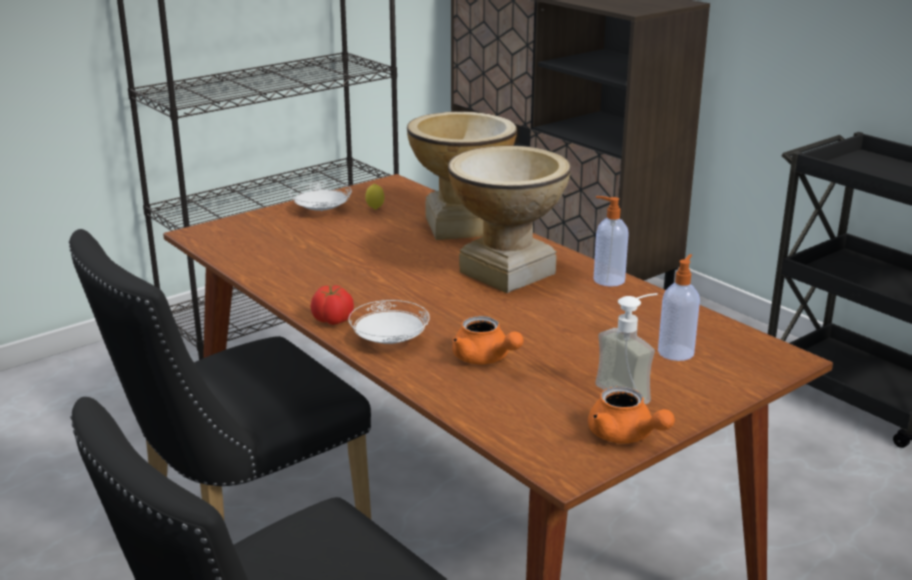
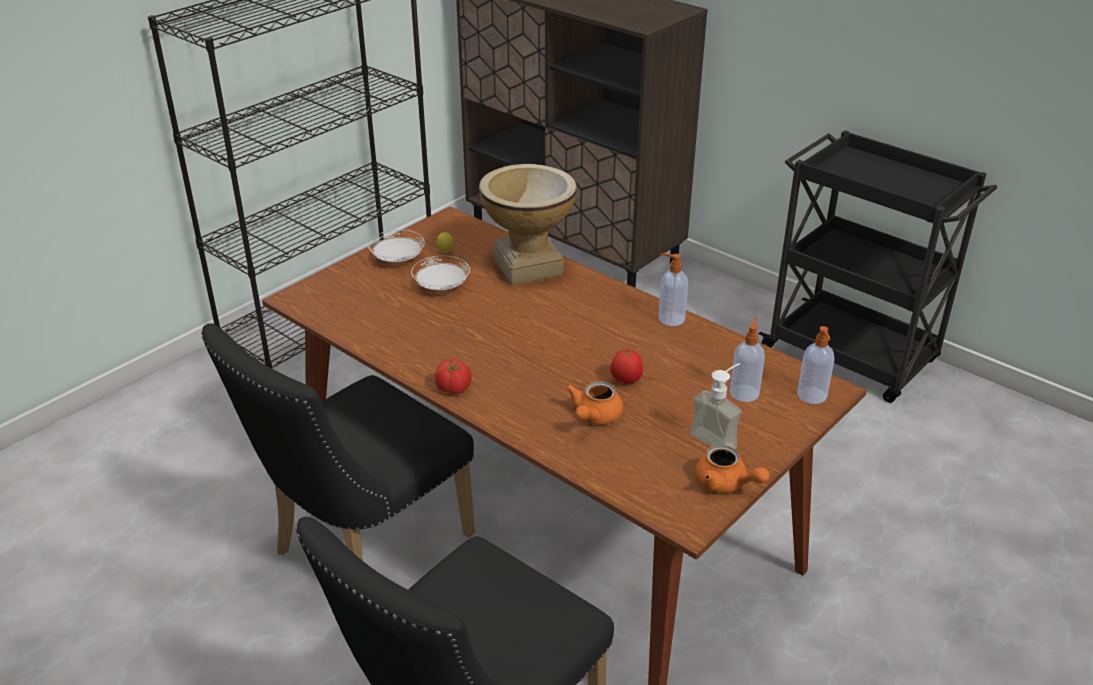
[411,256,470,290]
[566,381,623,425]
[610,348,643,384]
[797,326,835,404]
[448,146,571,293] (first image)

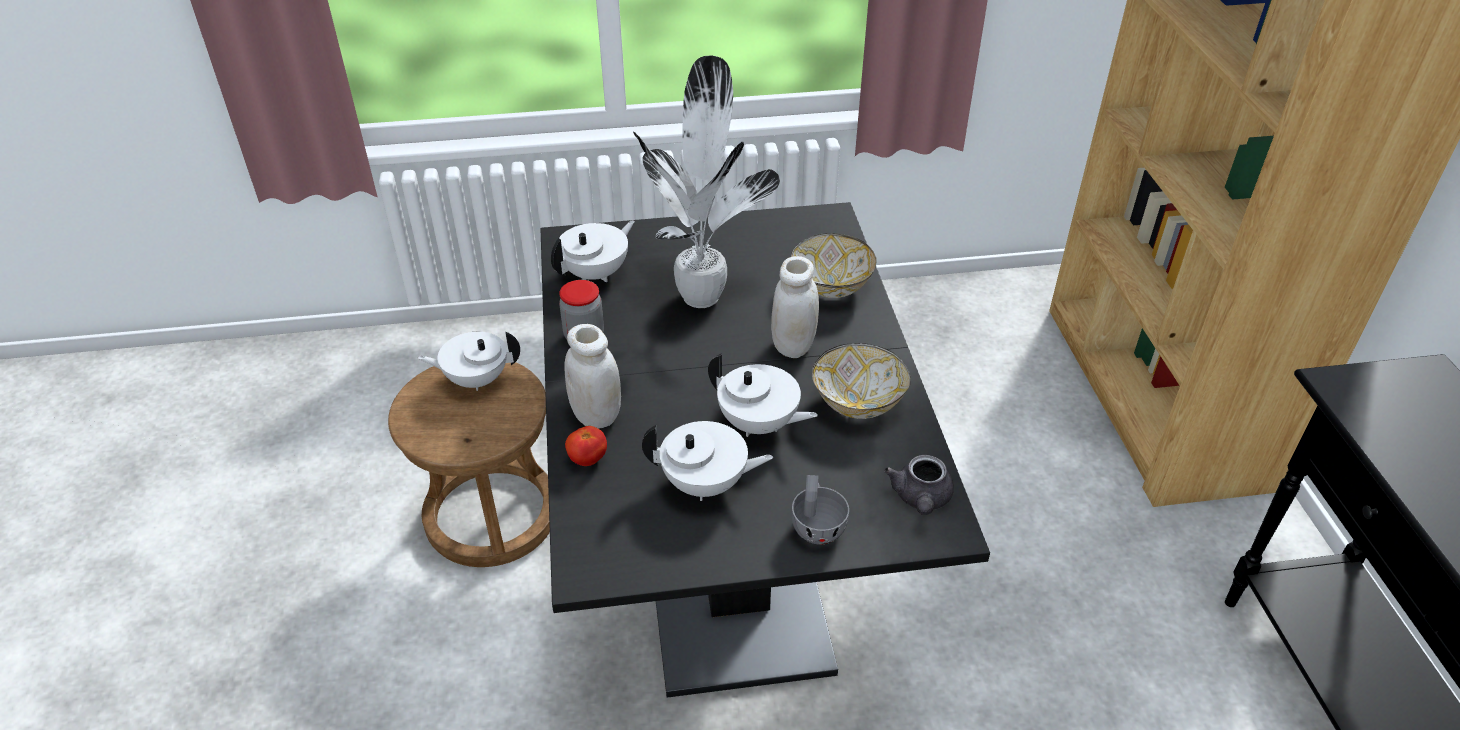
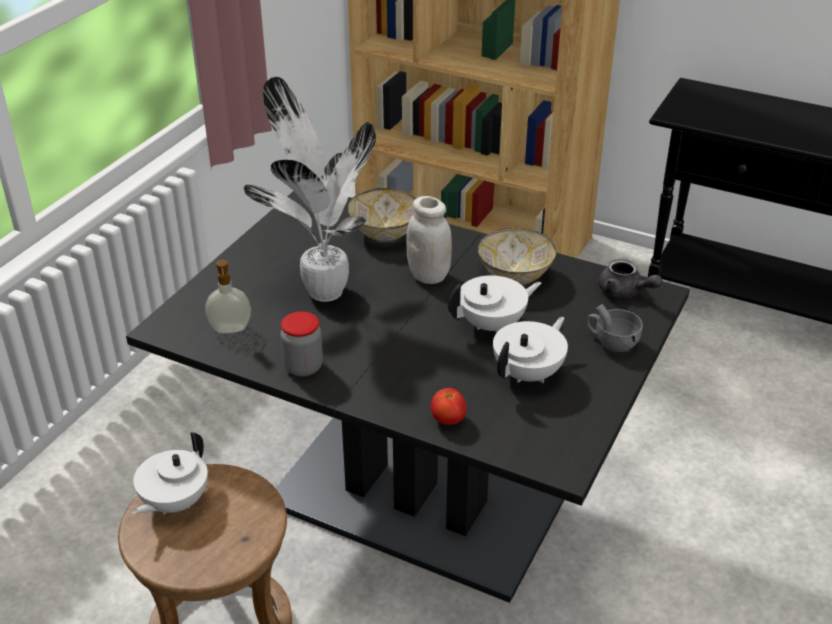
[205,260,251,333]
[564,324,621,429] (first image)

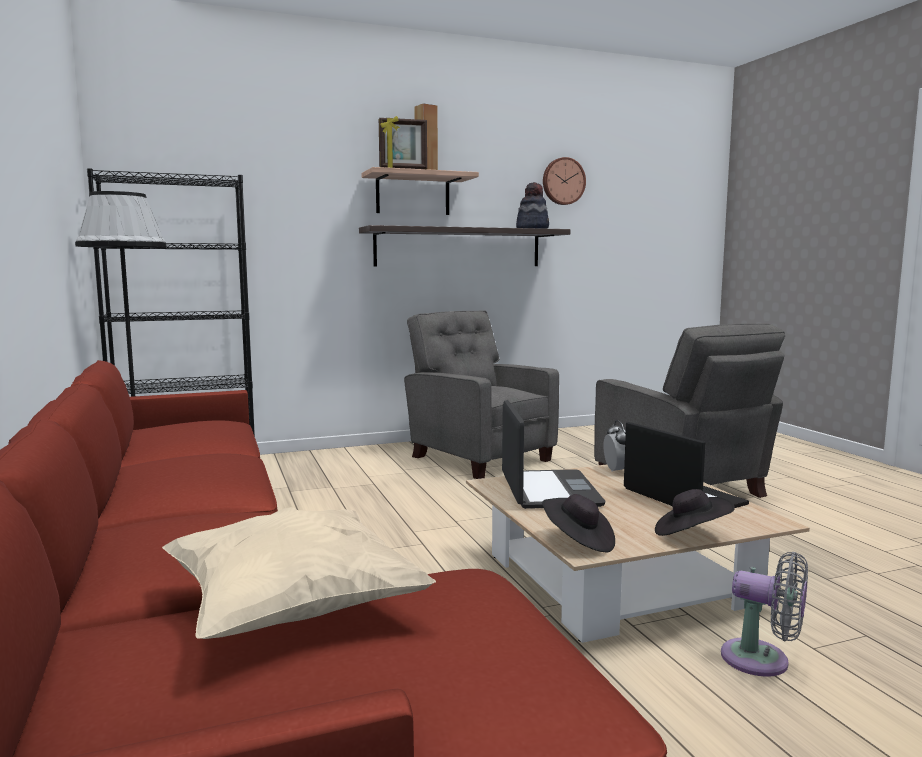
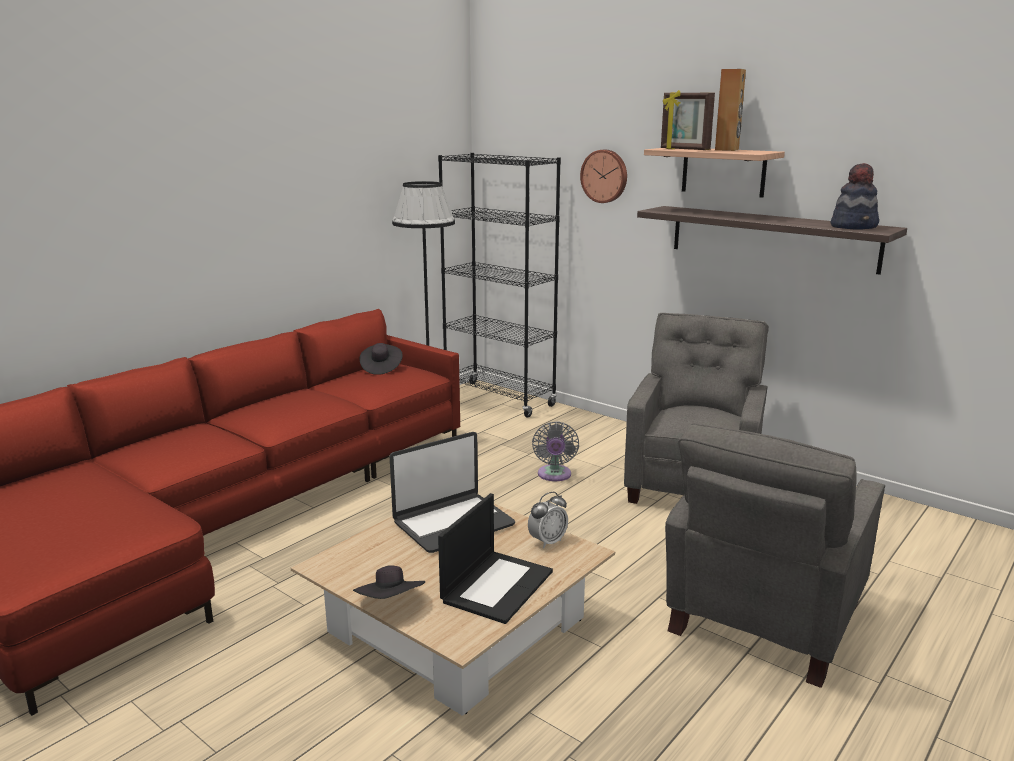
[360,343,403,375]
[532,421,579,481]
[580,150,627,203]
[162,507,436,639] (first image)

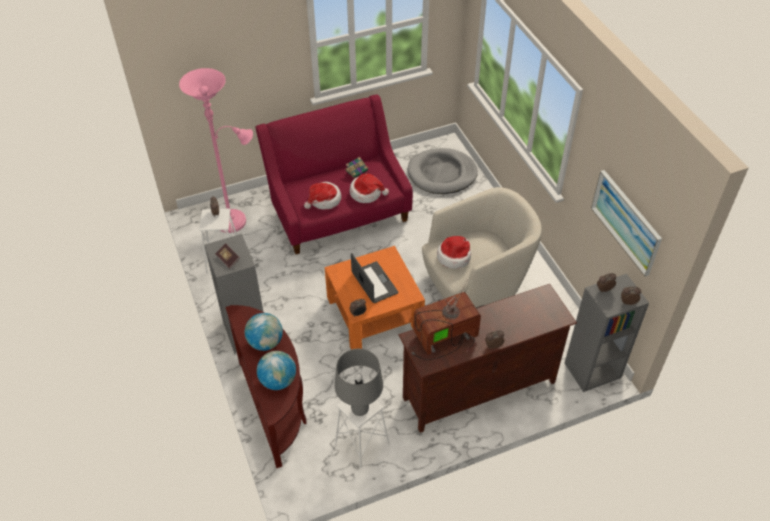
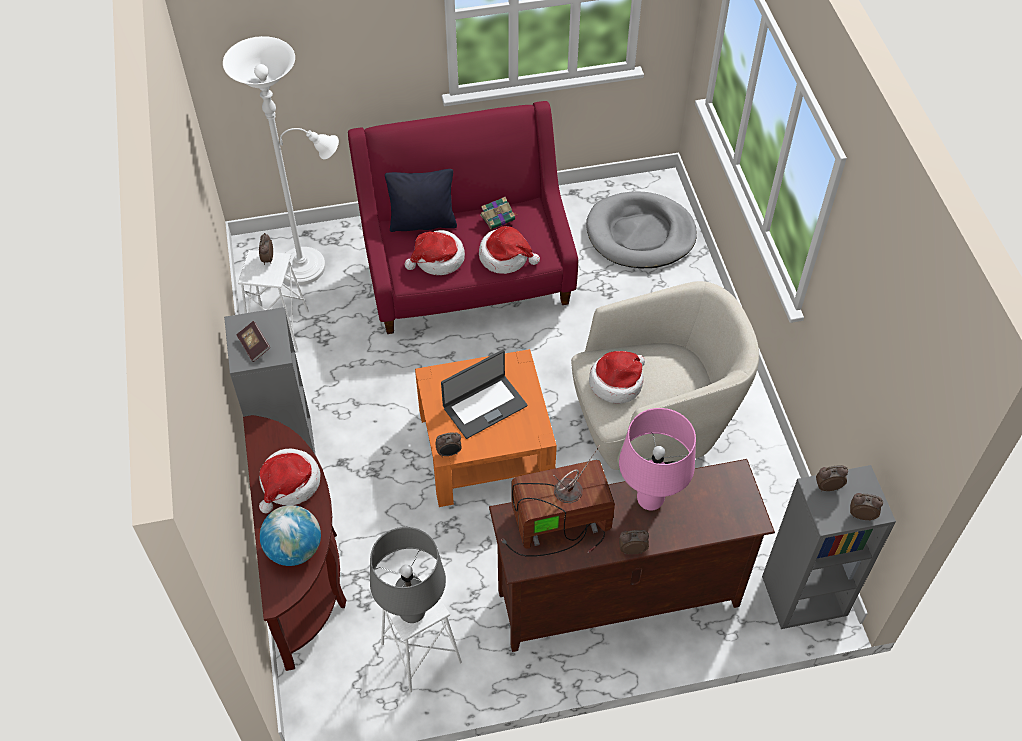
[223,36,339,285]
[259,449,320,513]
[385,169,457,232]
[441,350,528,439]
[619,408,696,510]
[591,170,662,277] (first image)

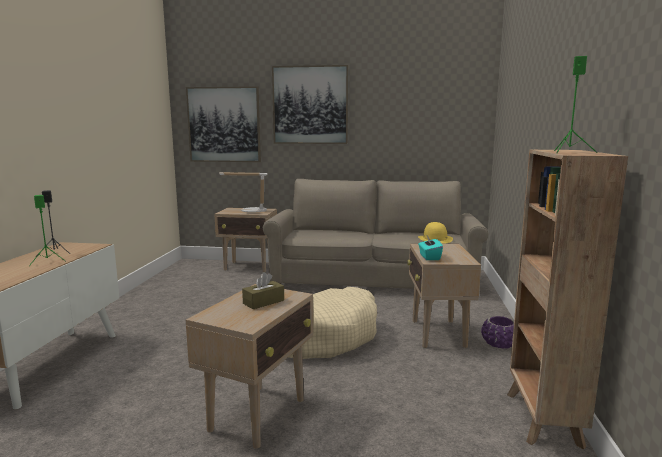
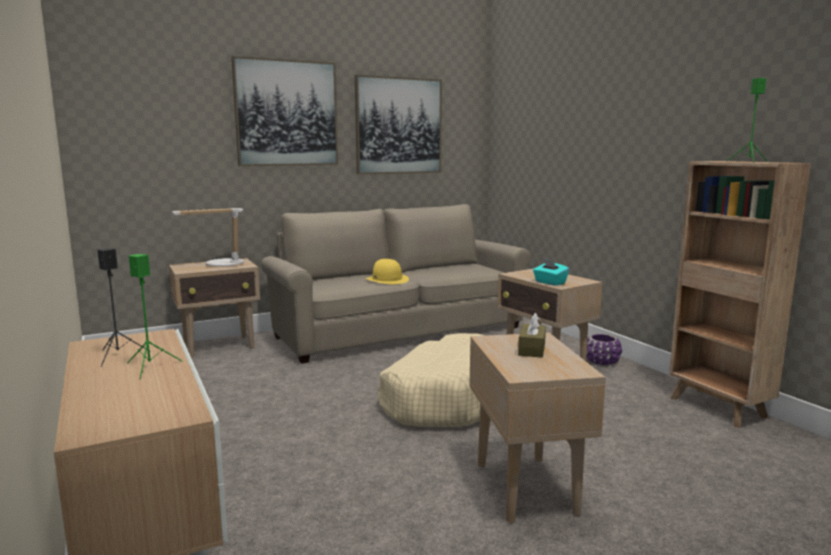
[355,75,442,174]
[366,259,409,284]

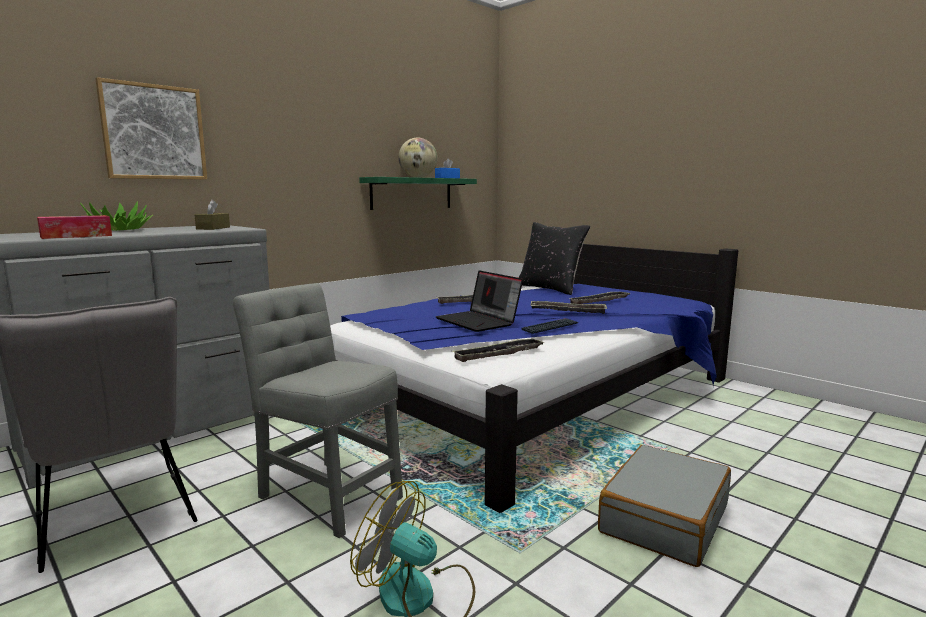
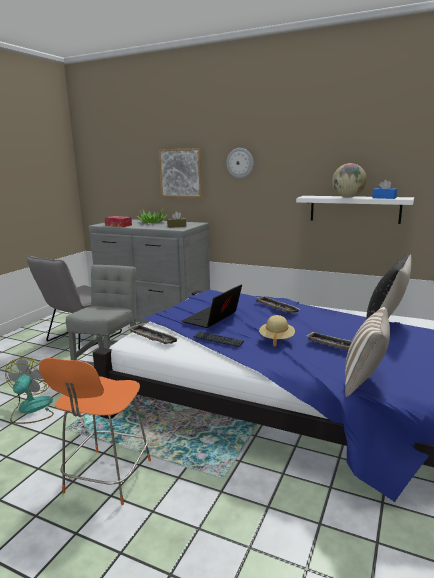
[39,358,151,505]
[226,148,254,178]
[259,315,295,346]
[296,196,414,224]
[345,307,390,397]

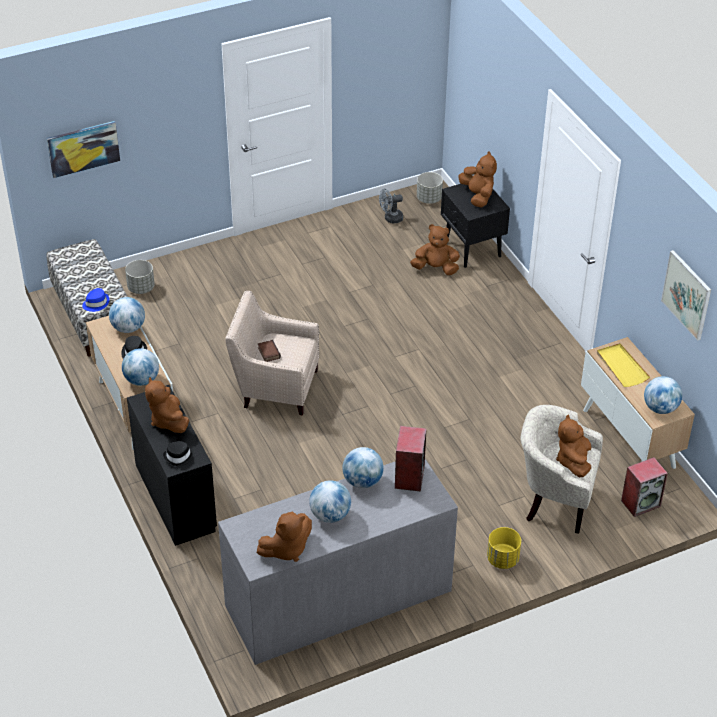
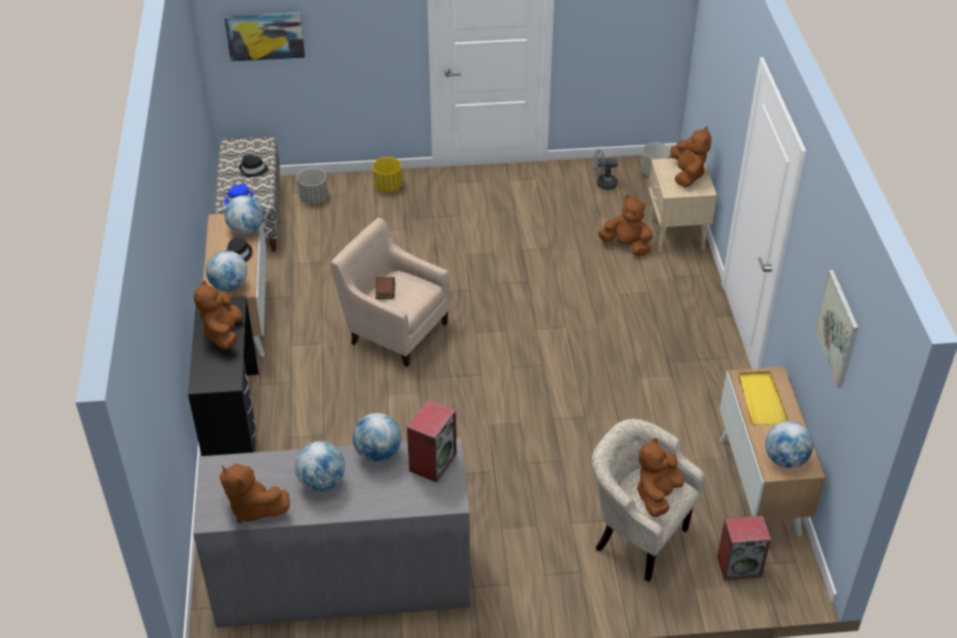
[220,464,290,524]
[239,155,269,177]
[373,157,402,193]
[648,158,717,252]

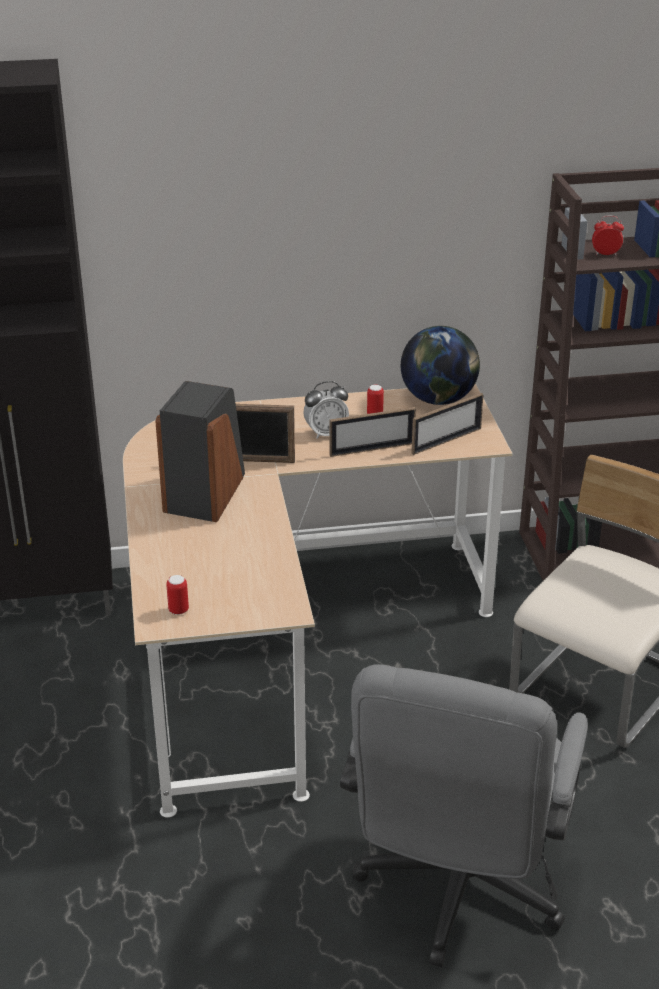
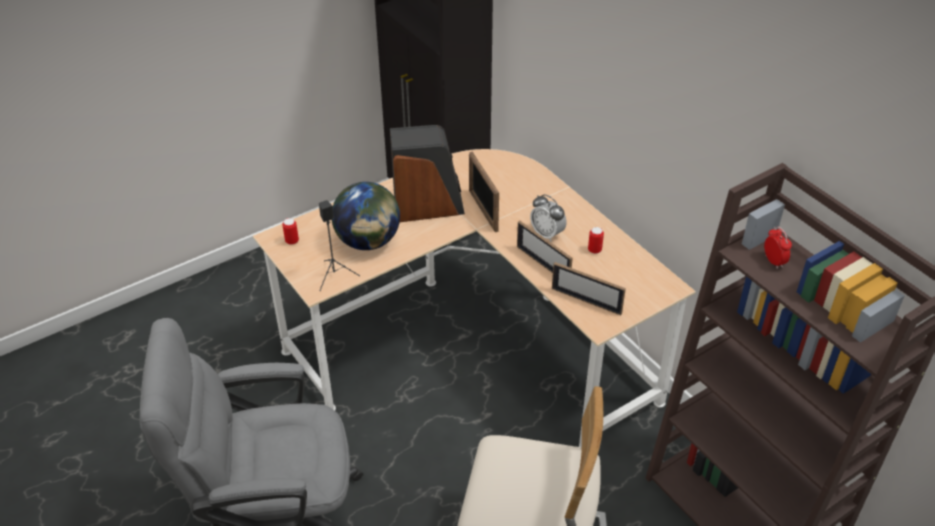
[319,200,360,291]
[332,182,400,250]

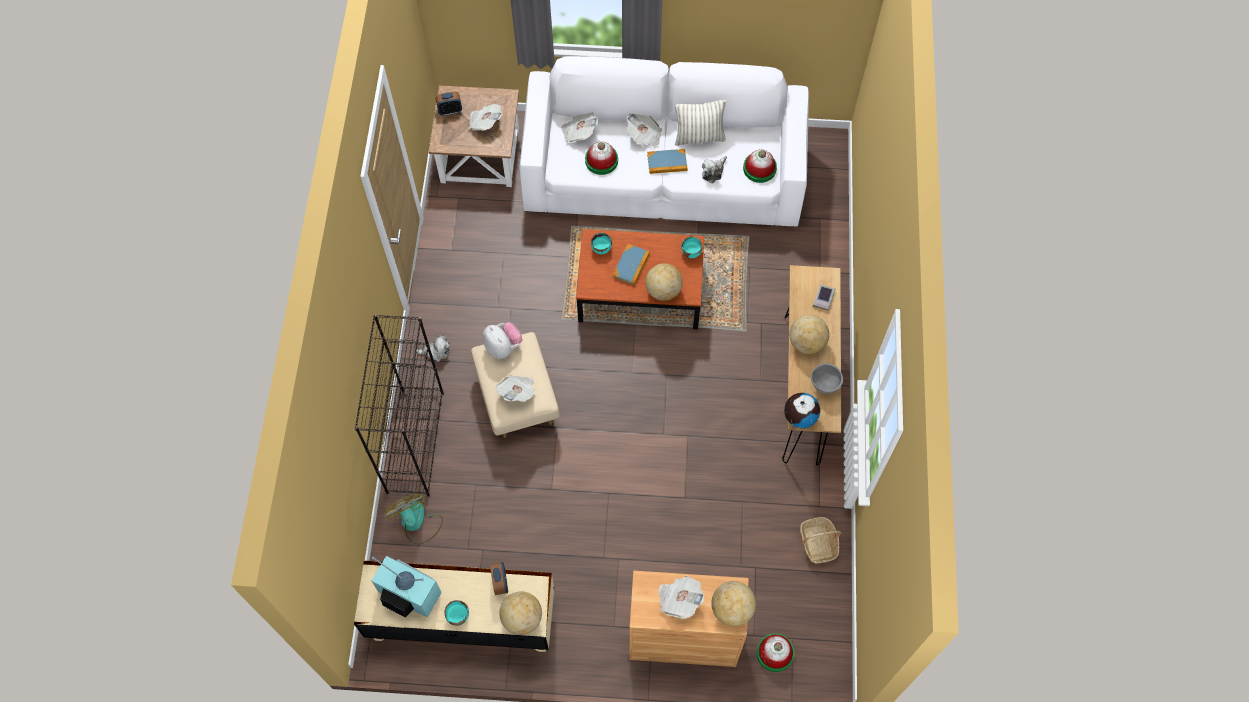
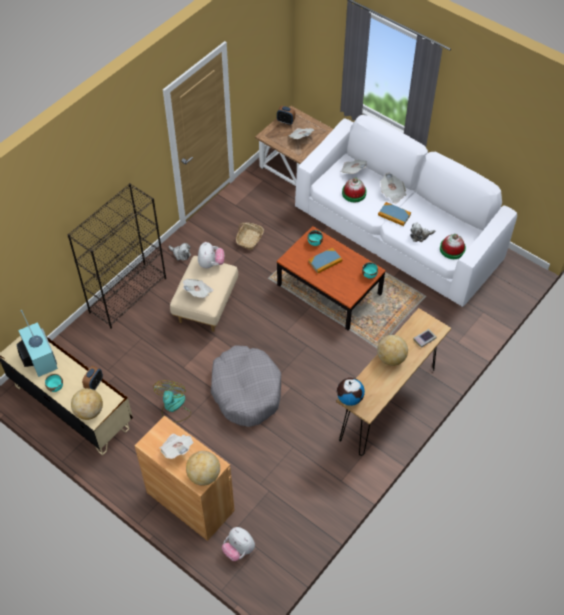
[153,381,191,422]
[211,346,281,427]
[222,527,255,561]
[236,223,264,250]
[645,263,683,301] (first image)
[675,100,726,146] (first image)
[811,363,843,394] (first image)

